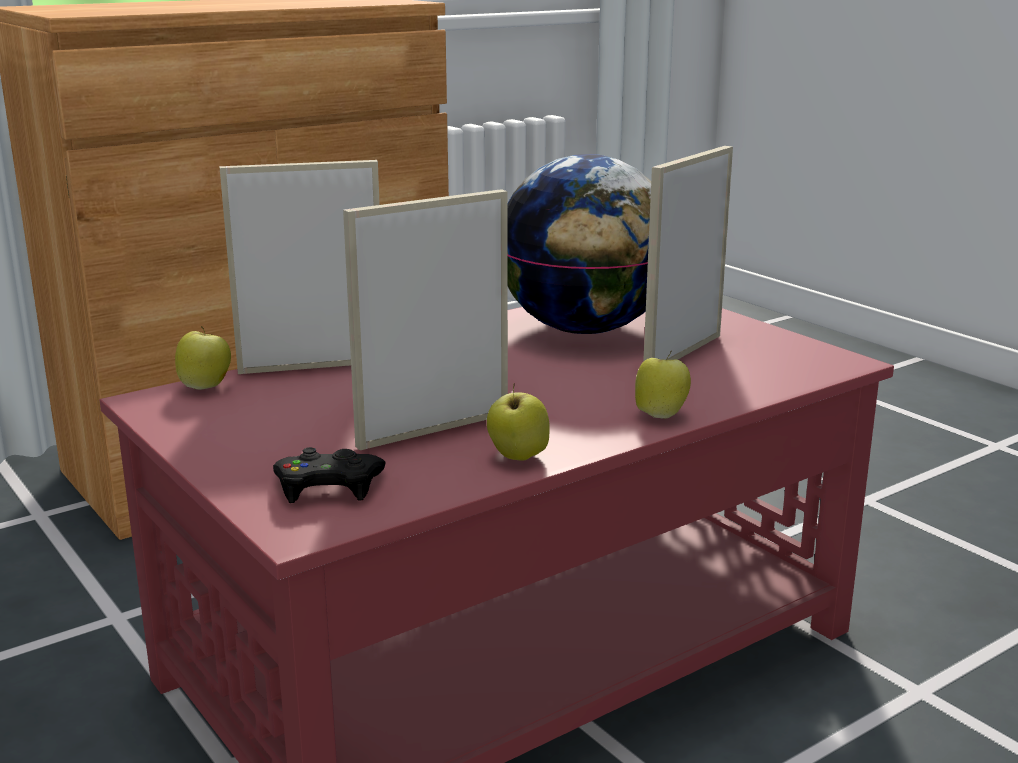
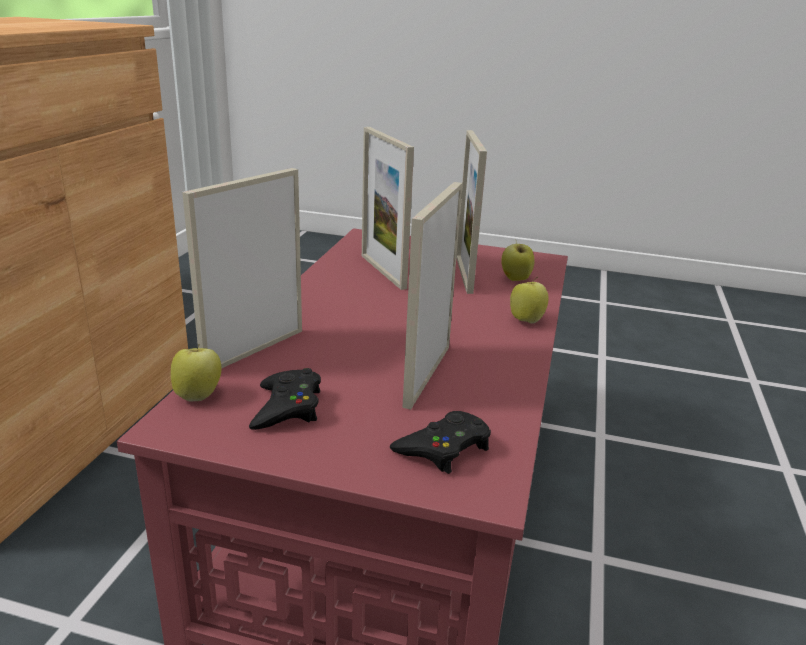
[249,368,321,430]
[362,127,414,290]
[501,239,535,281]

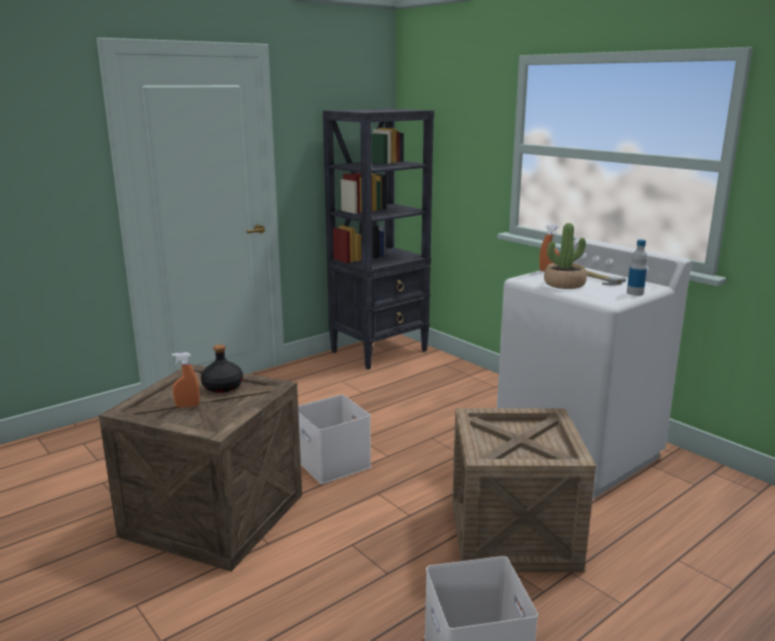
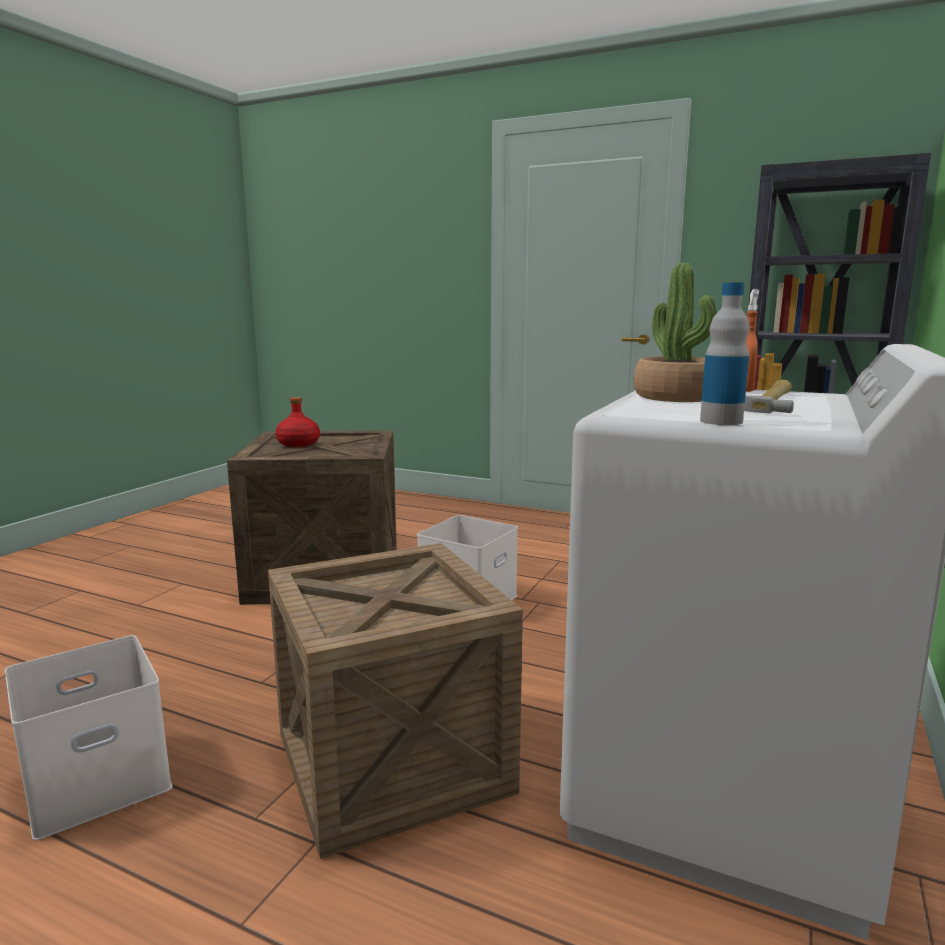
[275,397,320,447]
[201,344,243,393] (first image)

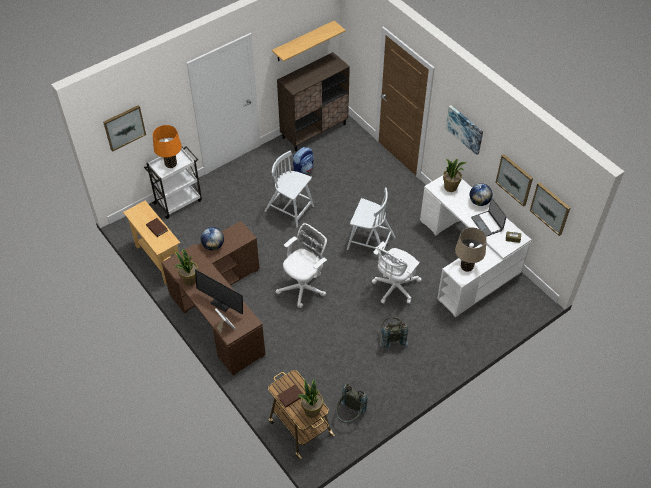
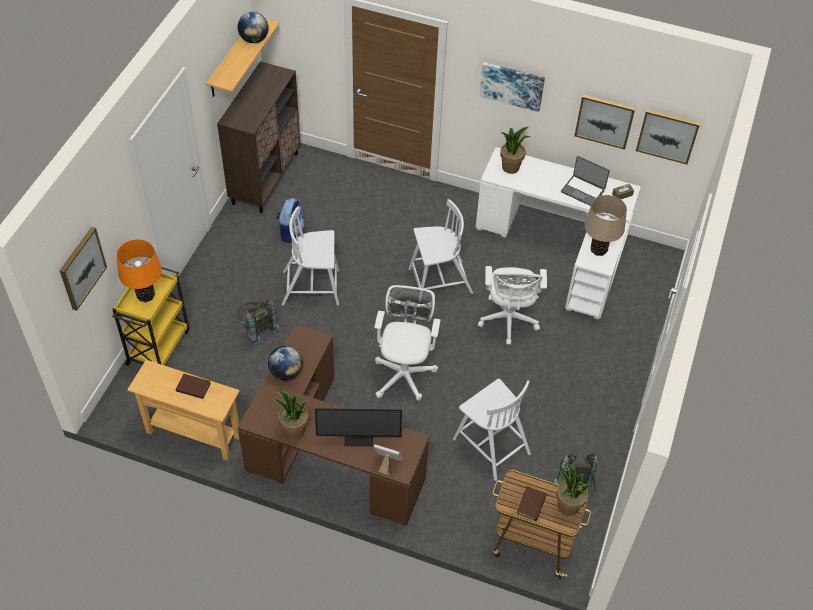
[112,267,189,366]
[236,300,279,344]
[238,12,268,43]
[453,379,531,481]

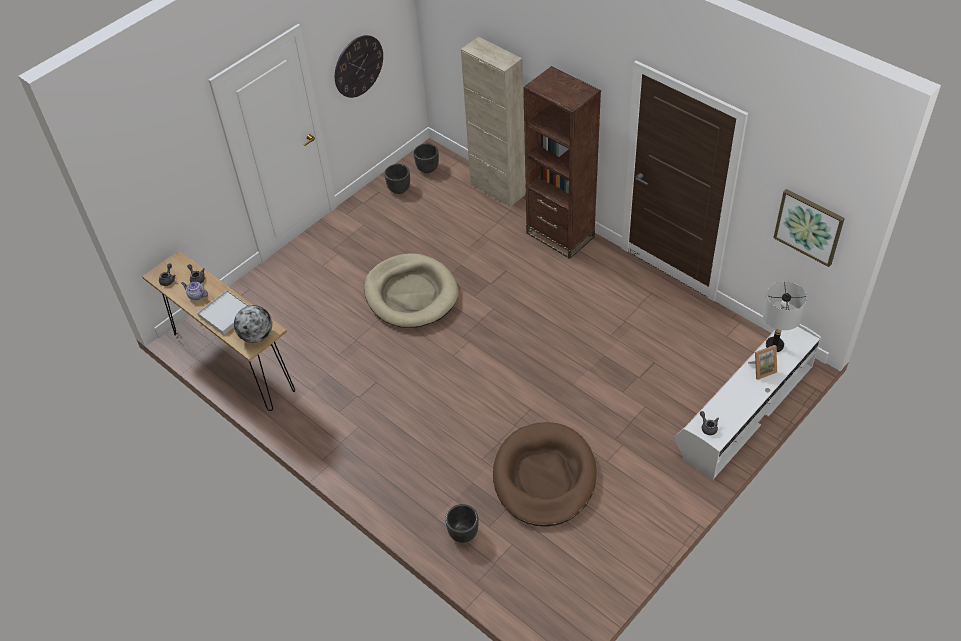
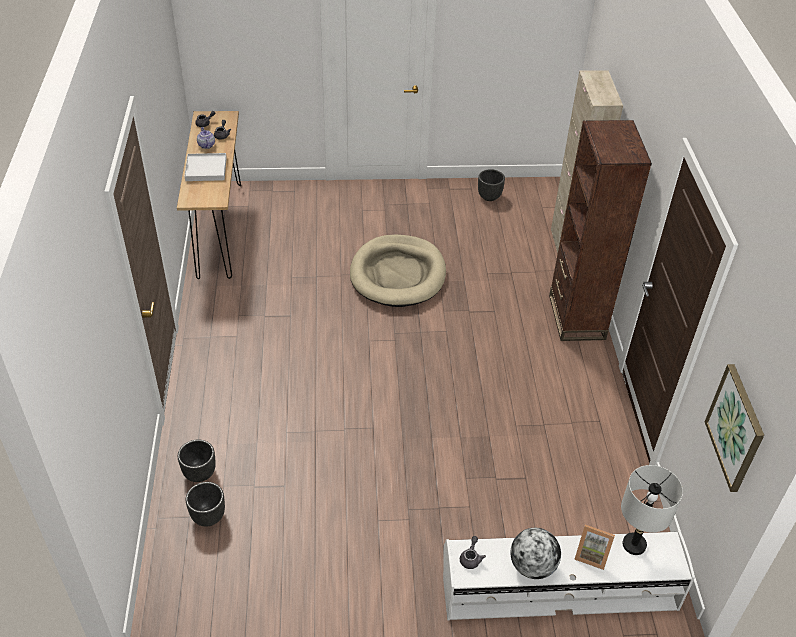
[186,482,225,526]
[511,528,561,579]
[335,35,383,98] (first image)
[493,422,597,526] (first image)

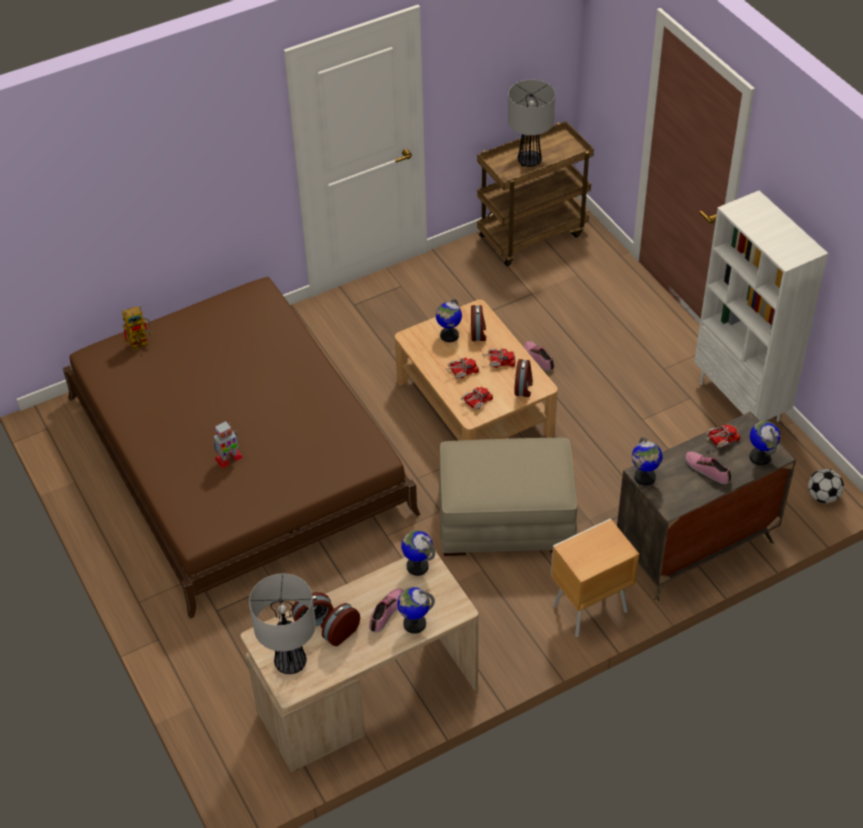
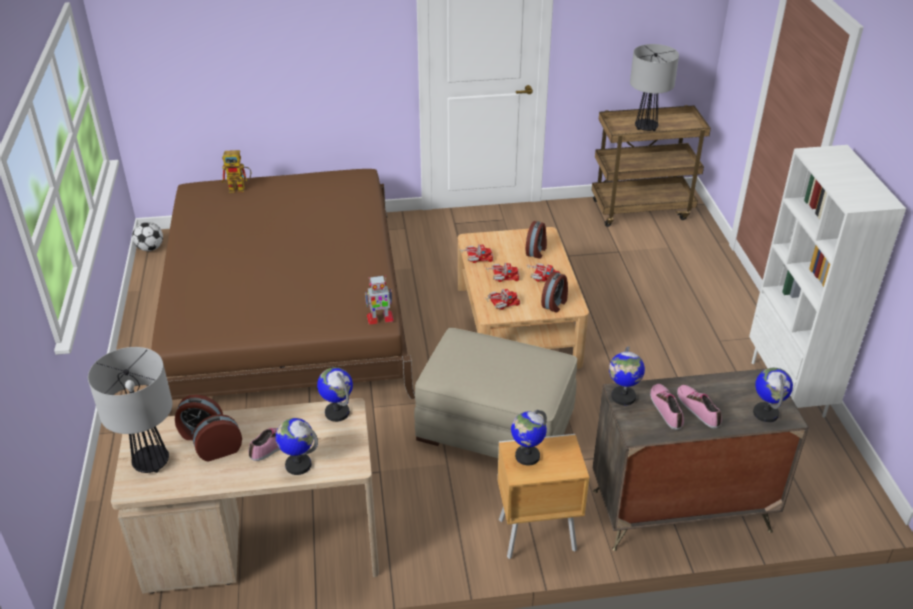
[132,222,163,251]
[365,275,394,325]
[459,244,493,263]
[511,410,547,465]
[650,384,684,430]

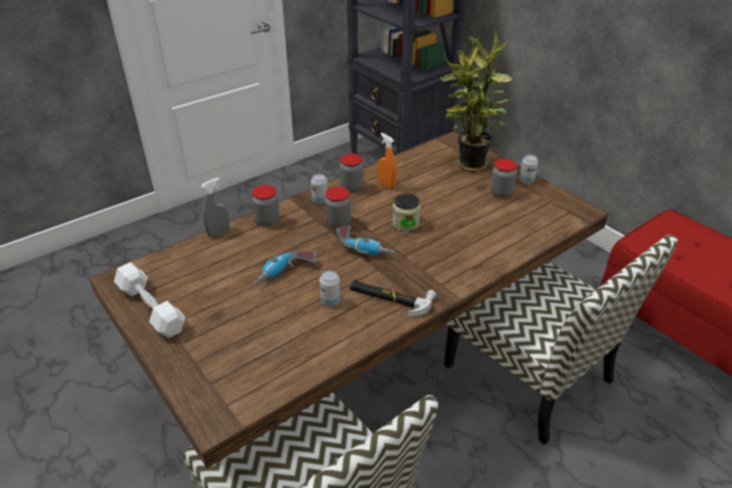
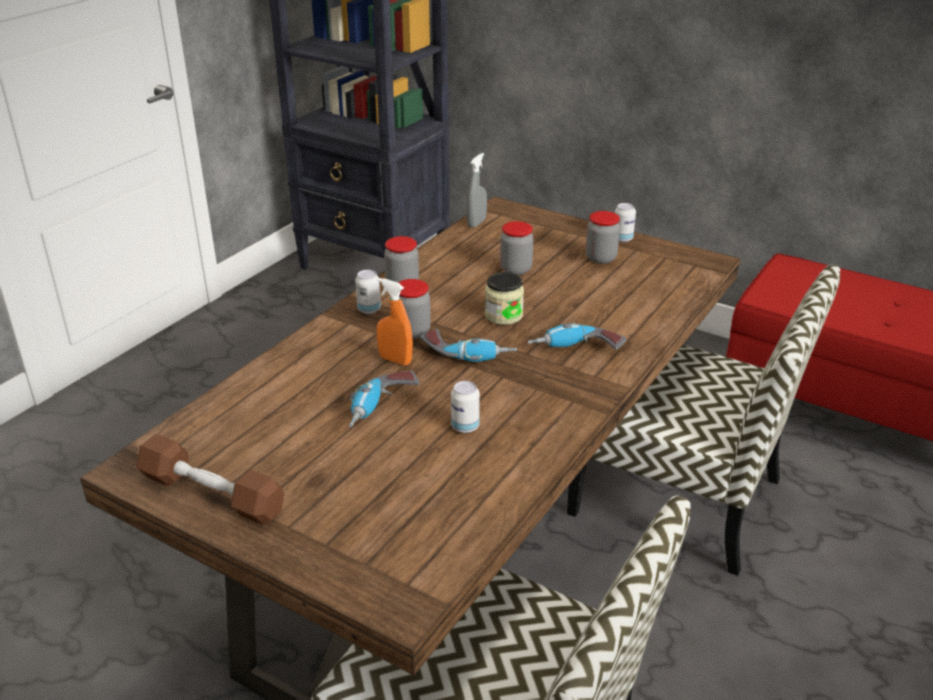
[136,434,284,525]
[377,278,413,365]
[467,153,487,228]
[500,221,534,275]
[528,322,626,350]
[349,279,436,317] (first image)
[440,32,513,172] (first image)

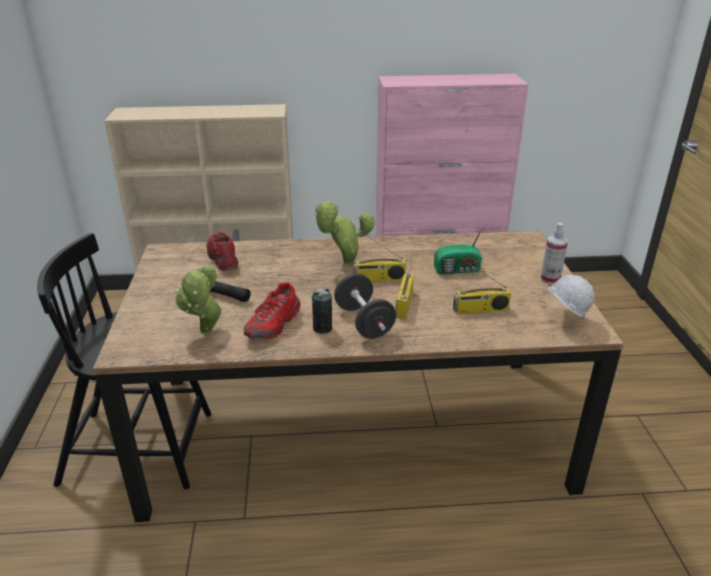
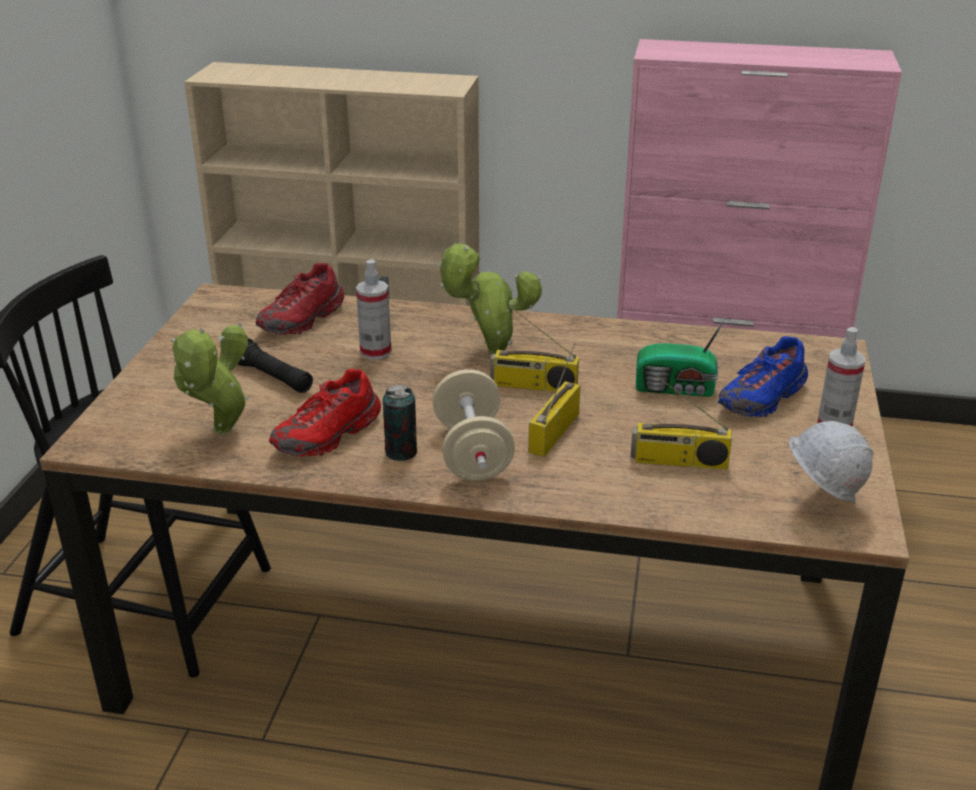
[256,263,344,335]
[356,259,391,360]
[432,369,515,481]
[718,336,808,417]

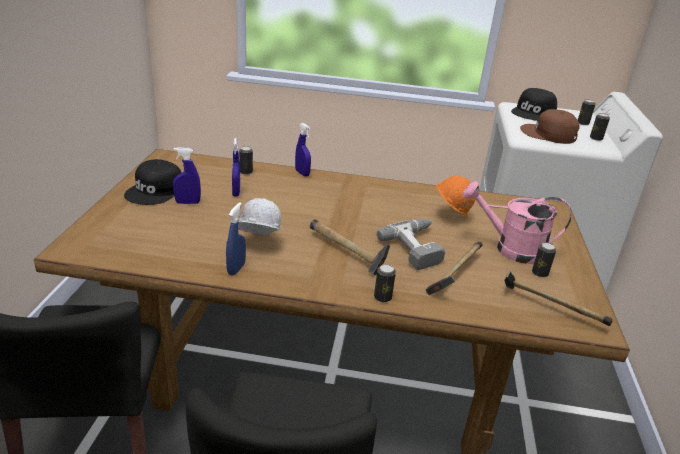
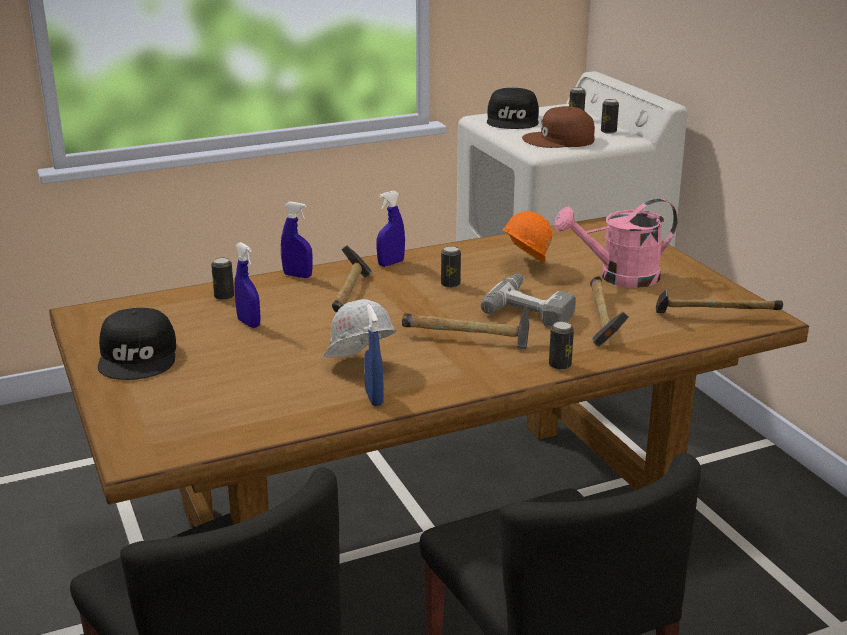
[332,245,372,313]
[377,191,405,267]
[441,246,461,288]

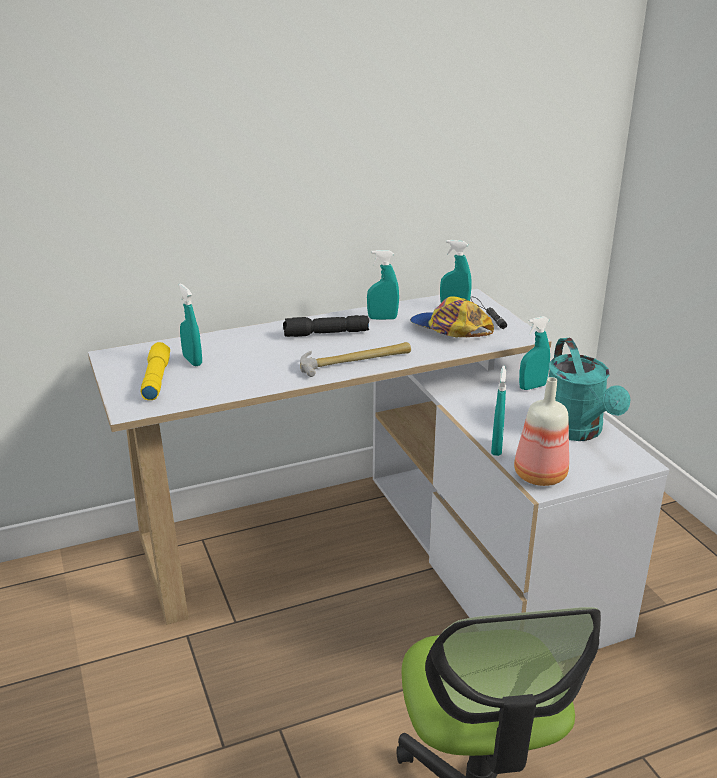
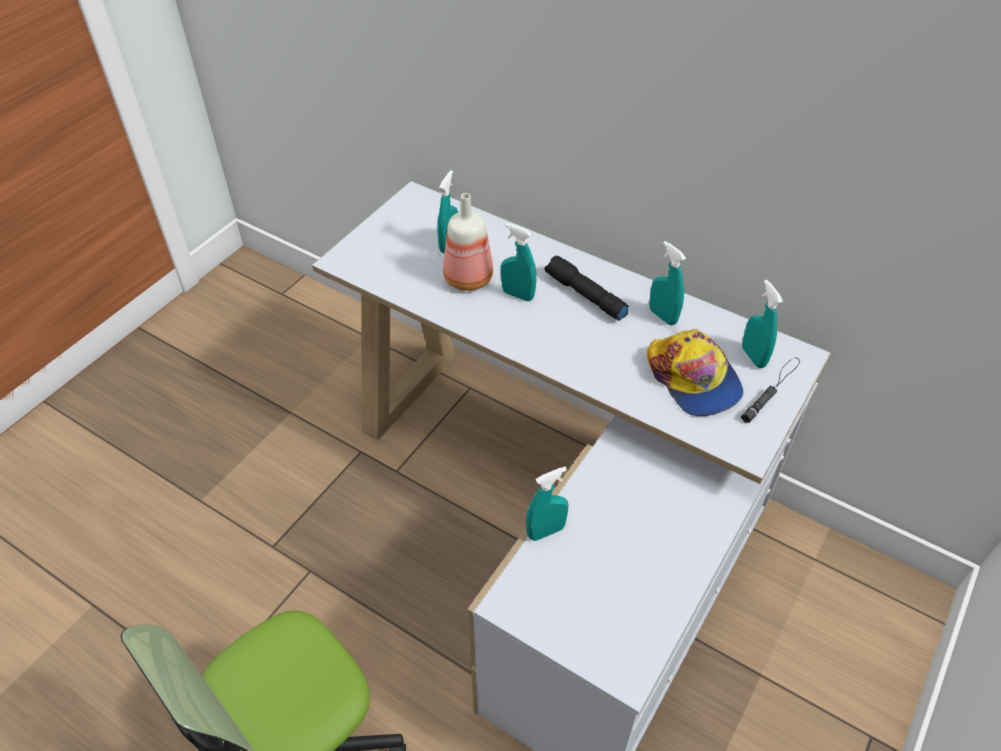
[443,193,493,291]
[501,223,536,301]
[647,329,743,416]
[141,342,170,400] (first image)
[300,342,411,377] (first image)
[548,338,631,441] (first image)

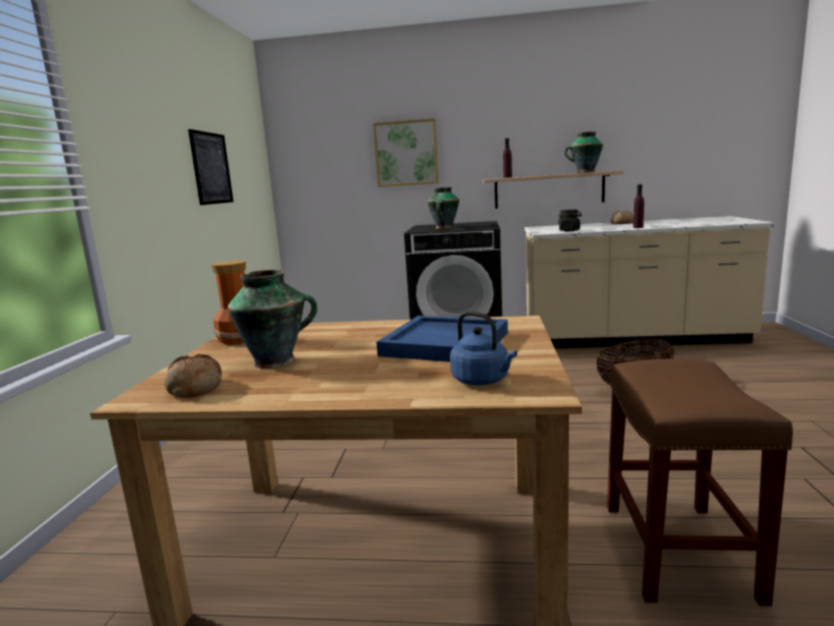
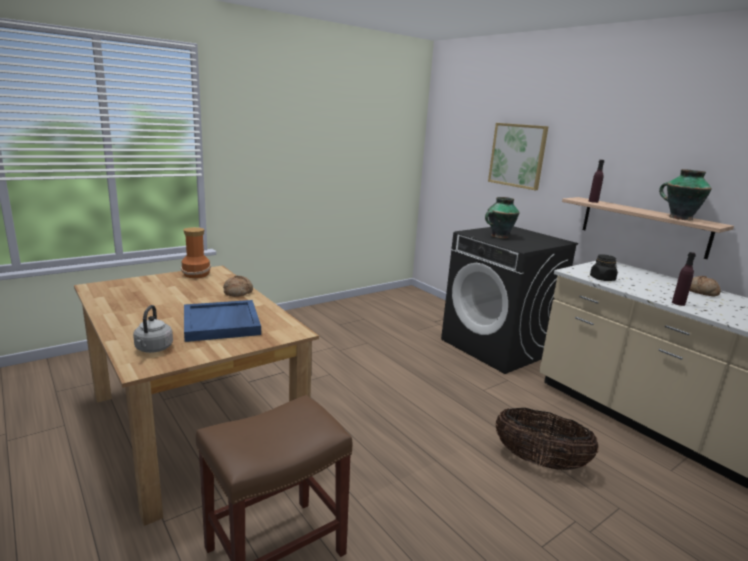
[133,305,173,353]
[223,276,253,297]
[188,129,233,205] (first image)
[227,270,317,369] (first image)

